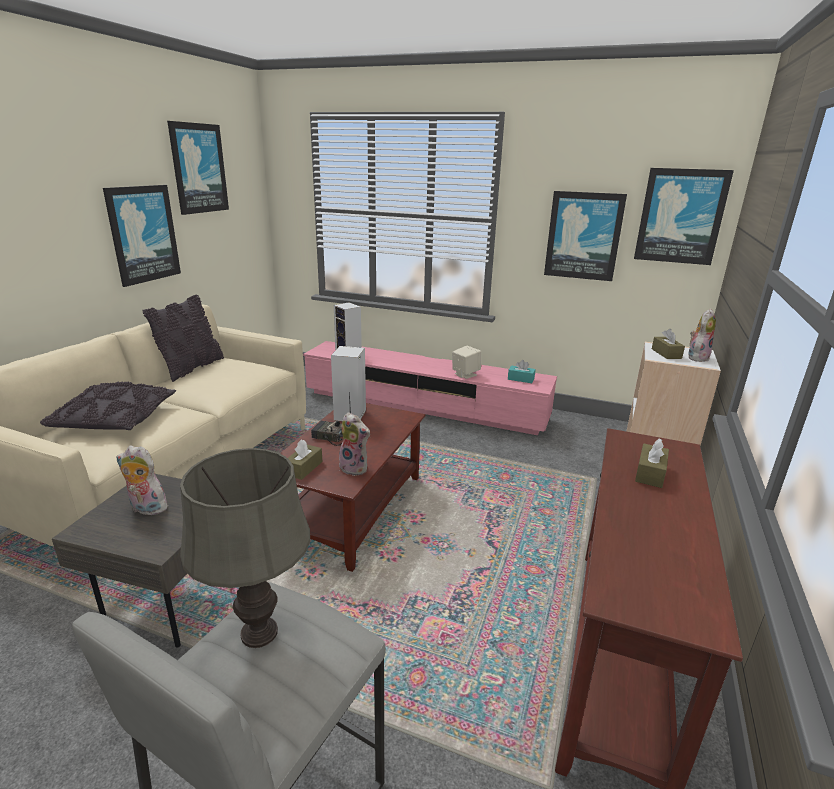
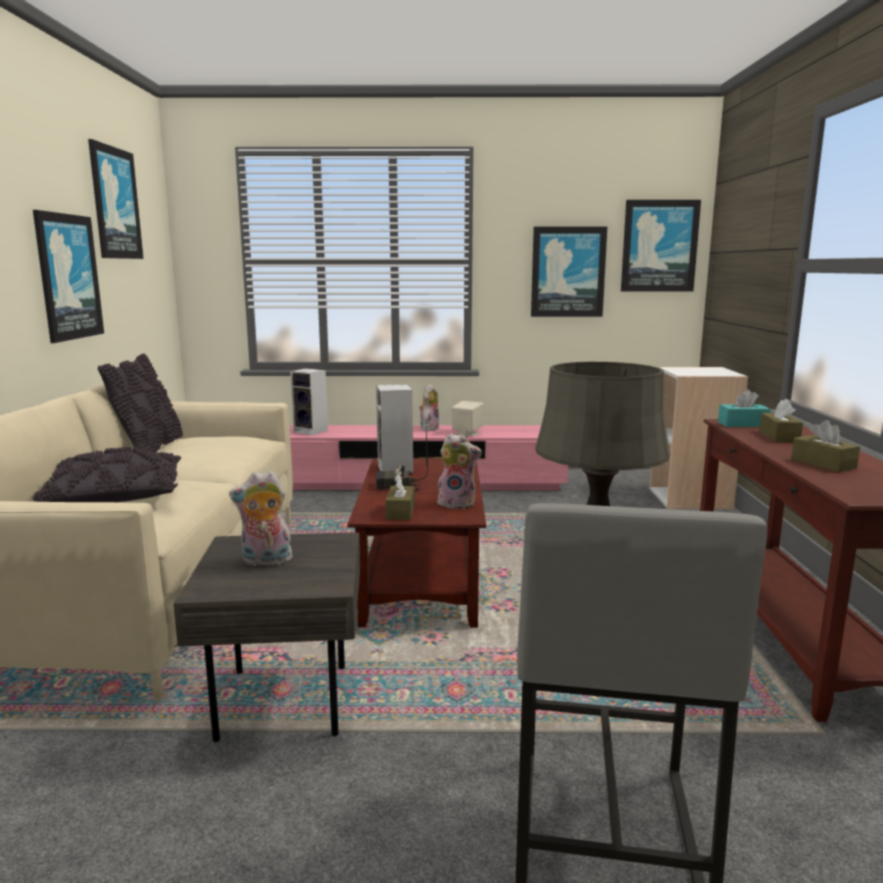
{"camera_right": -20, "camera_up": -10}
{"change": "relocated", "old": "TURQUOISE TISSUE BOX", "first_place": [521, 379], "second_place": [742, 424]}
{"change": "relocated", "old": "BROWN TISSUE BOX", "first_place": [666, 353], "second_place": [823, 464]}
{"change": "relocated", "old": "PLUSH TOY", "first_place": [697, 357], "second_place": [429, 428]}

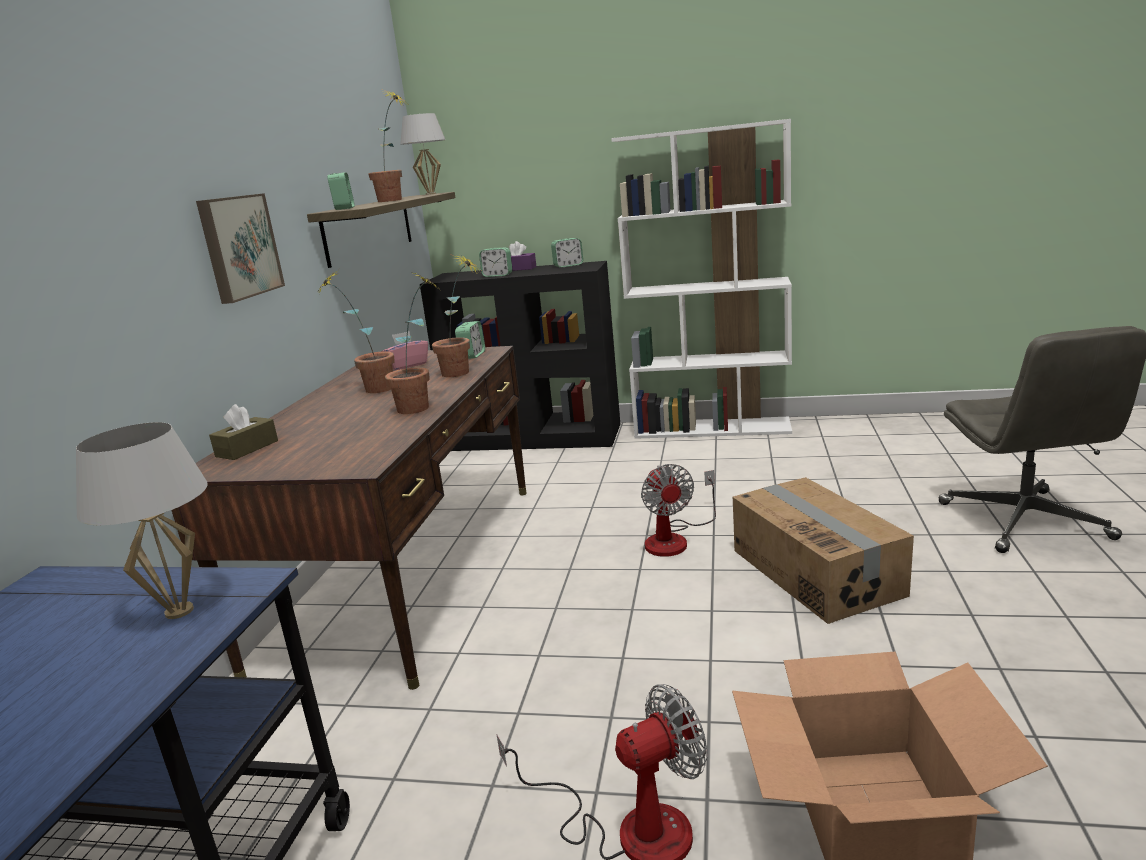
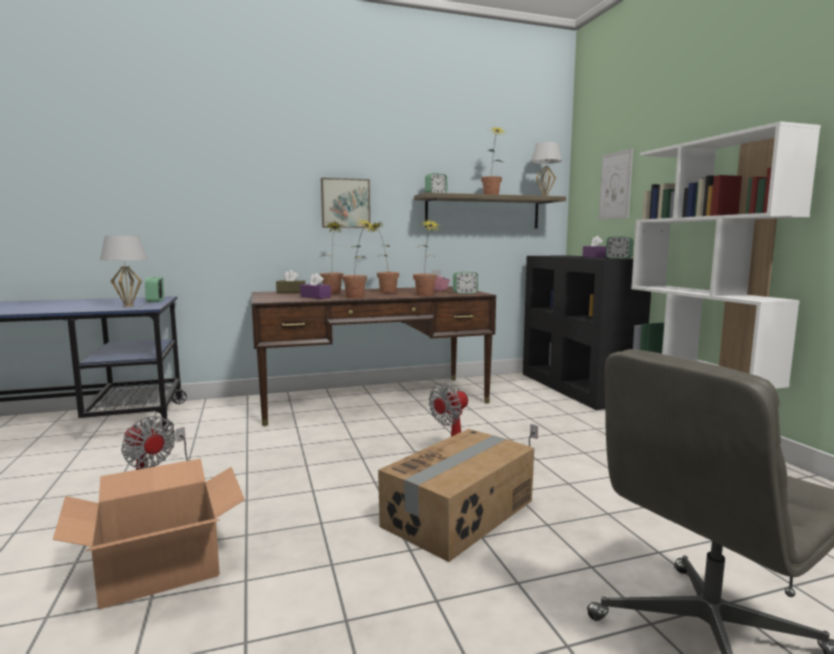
{"camera_right": 60, "camera_up": -10}
{"change": "appeared", "new": "PURPLE TISSUE BOX", "second_place": [315, 297]}
{"change": "appeared", "new": "POTTED PLANT", "second_place": [333, 292]}
{"change": "appeared", "new": "PICTURE", "second_place": [615, 185]}
{"change": "relocated", "old": "ALARM CLOCK", "first_place": [497, 275], "second_place": [155, 301]}

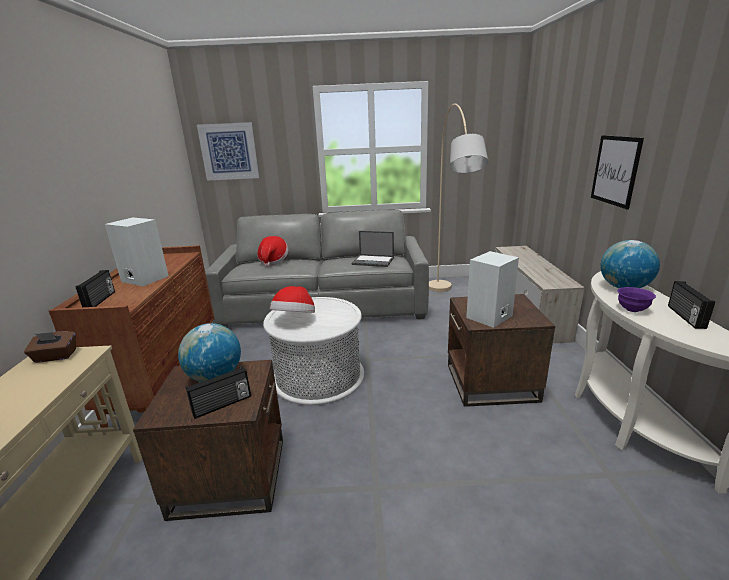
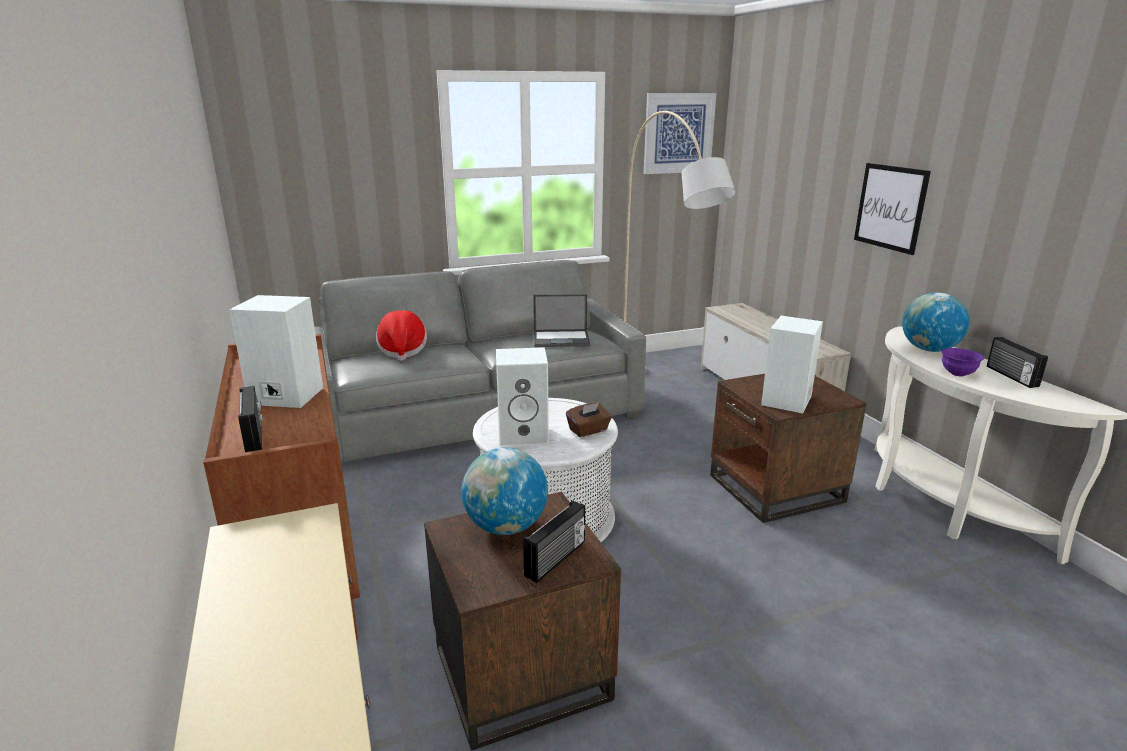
{"camera_right": -20, "camera_up": 0}
{"change": "relocated", "old": "BROWN TISSUE BOX", "first_place": [55, 357], "second_place": [588, 430]}
{"change": "relocated", "old": "PICTURE", "first_place": [229, 151], "second_place": [678, 133]}
{"change": "exchanged", "old": "HAT", "new": "WHITE SPEAKER", "first_place": [295, 319], "second_place": [524, 434]}

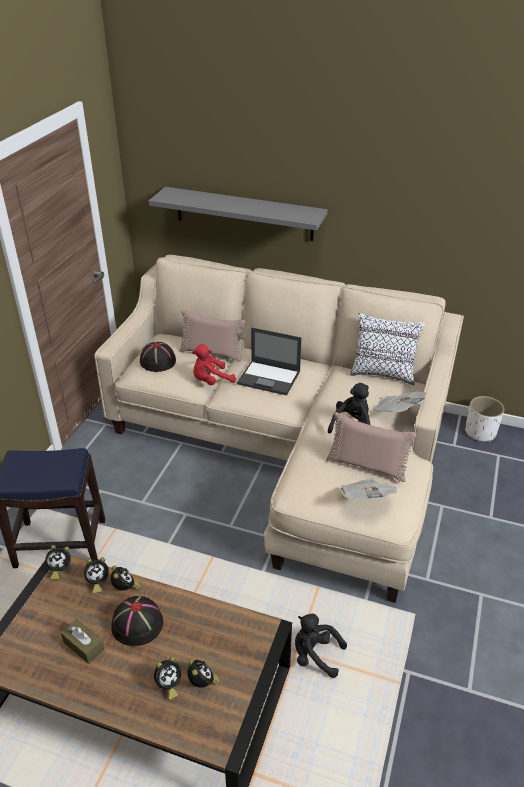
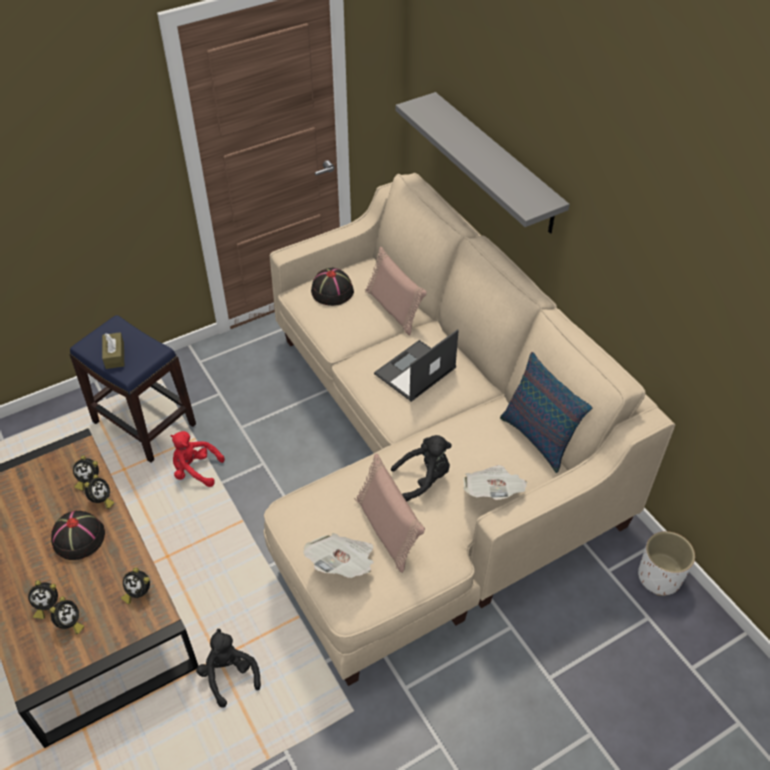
{"camera_right": 40, "camera_up": 10}
{"change": "relocated", "old": "ALARM CLOCK", "first_place": [59, 569], "second_place": [138, 592]}
{"change": "relocated", "old": "BROWN TISSUE BOX", "first_place": [83, 645], "second_place": [115, 355]}
{"change": "relocated", "old": "RED PLUSH TOY", "first_place": [211, 381], "second_place": [195, 470]}
{"change": "colour", "old": "WHITE PILLOW", "new": "BLUE PILLOW", "first_place": [383, 375], "second_place": [537, 439]}
{"change": "spun", "old": "LAPTOP", "first_place": [270, 378], "second_place": [414, 371], "degrees": 75}

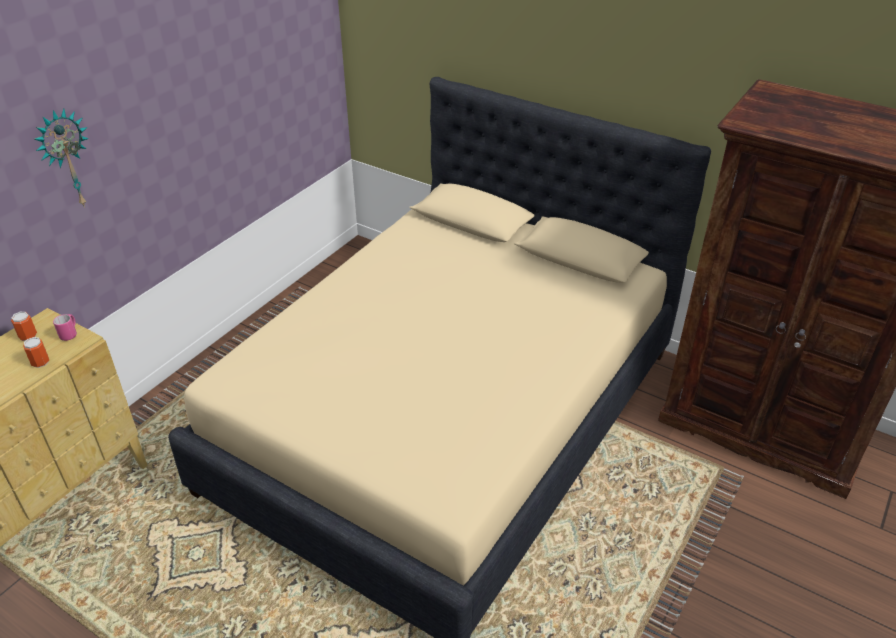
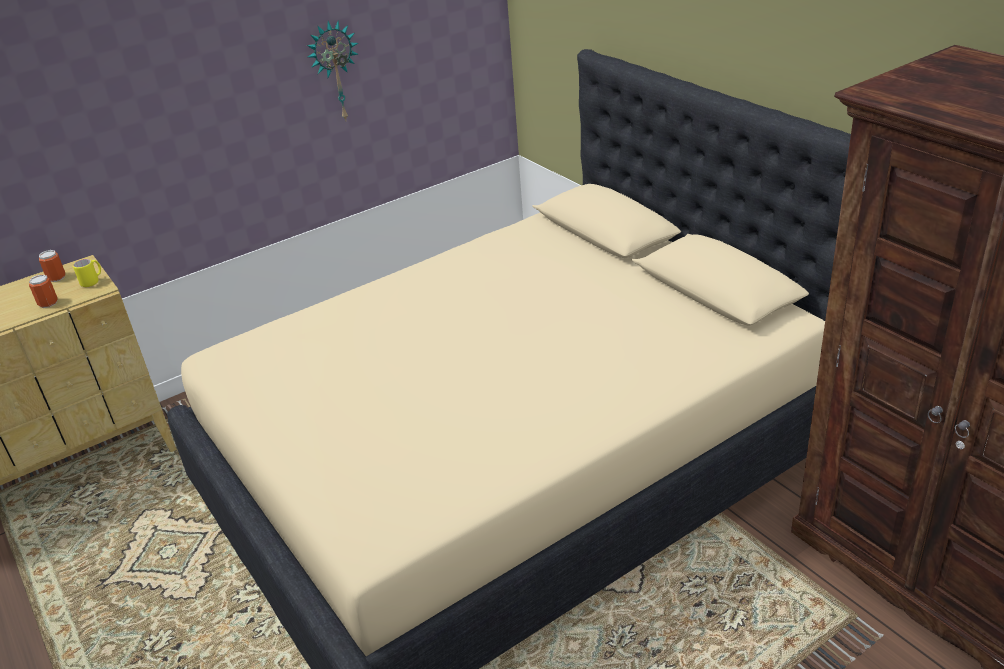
{"camera_right": 25, "camera_up": -5}
{"change": "relocated", "old": "WALL CLOCK", "first_place": [66, 159], "second_place": [335, 71]}
{"change": "colour", "old": "PINK MUG", "new": "YELLOW MUG", "first_place": [70, 334], "second_place": [92, 281]}

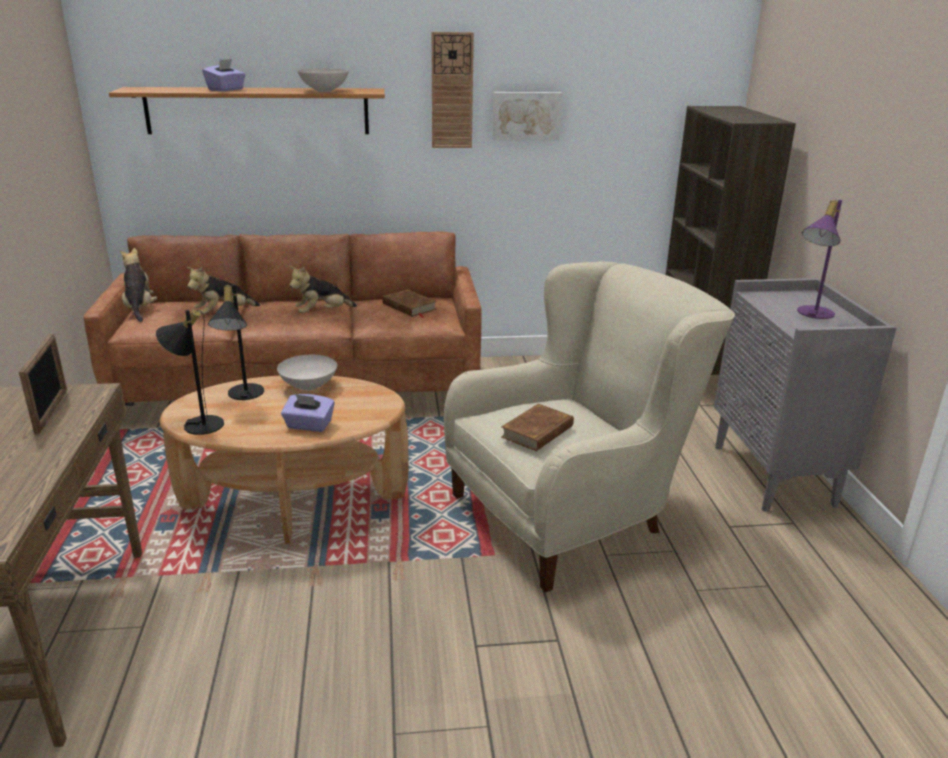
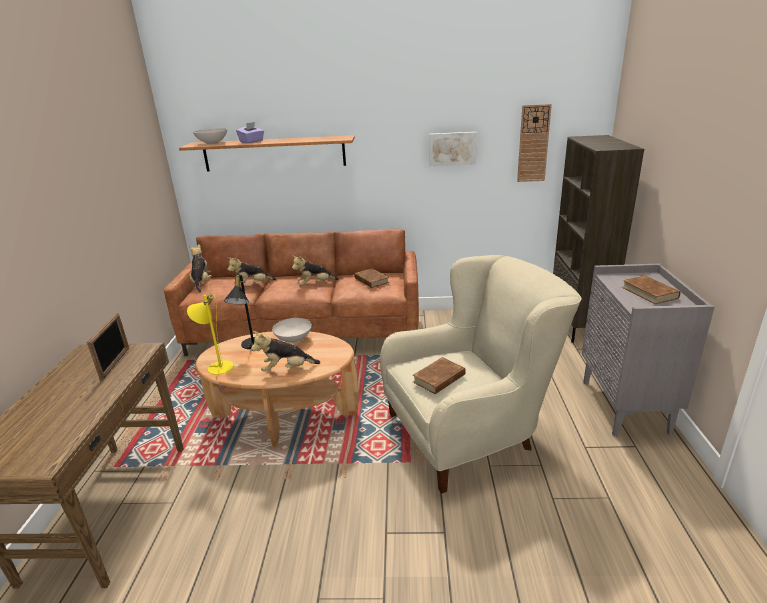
{"camera_right": 10, "camera_up": 0}
{"change": "relocated", "old": "WHITE BOWL", "first_place": [323, 91], "second_place": [212, 143]}
{"change": "relocated", "old": "WALL CLOCK", "first_place": [452, 91], "second_place": [533, 143]}
{"change": "exchanged", "old": "PURPLE TISSUE BOX", "new": "PLUSH TOY", "first_place": [309, 425], "second_place": [286, 369]}
{"change": "exchanged", "old": "PURPLE TABLE LAMP", "new": "BROWN BOOK", "first_place": [811, 314], "second_place": [649, 292]}
{"change": "colour", "old": "BLACK TABLE LAMP", "new": "YELLOW TABLE LAMP", "first_place": [198, 423], "second_place": [217, 366]}

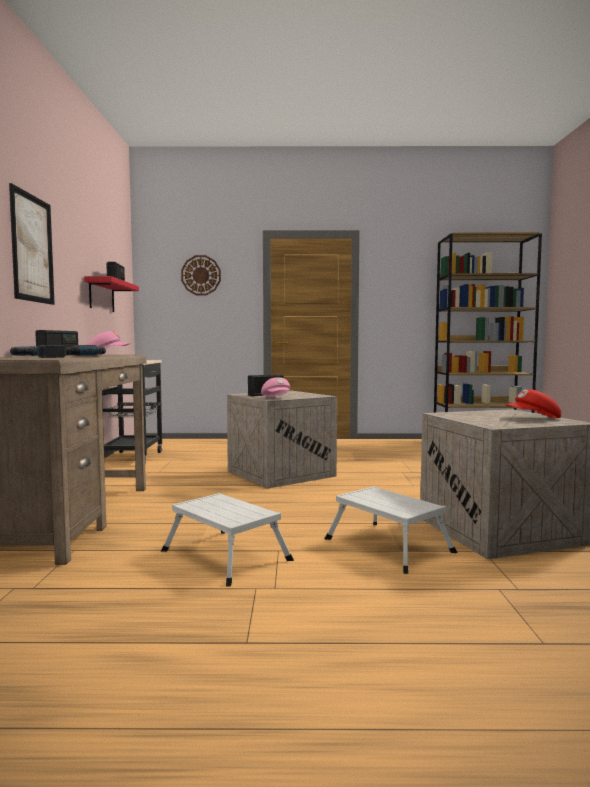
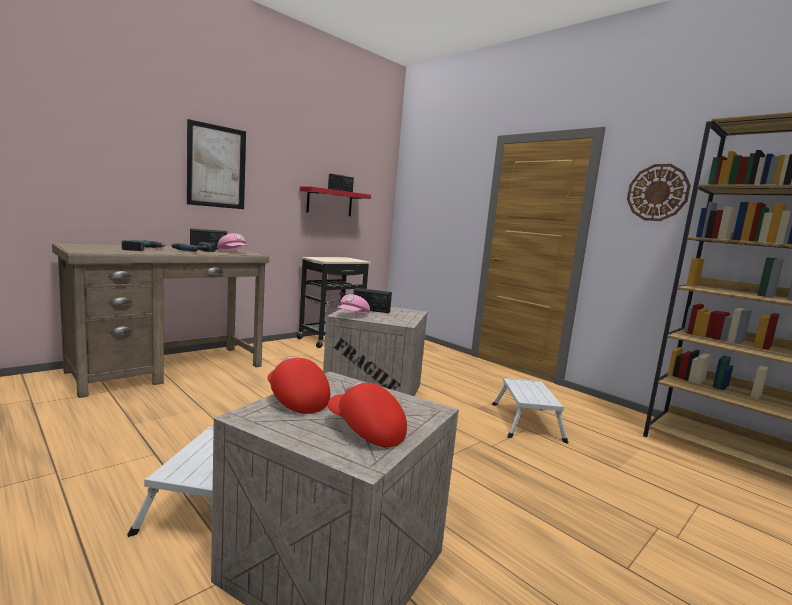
{"camera_right": 45, "camera_up": 5}
{"change": "appeared", "new": "RED CAP", "second_place": [295, 400]}
{"change": "relocated", "old": "WHITE STEP LADDER", "first_place": [225, 555], "second_place": [526, 421]}
{"change": "relocated", "old": "WALL CLOCK", "first_place": [201, 275], "second_place": [657, 192]}

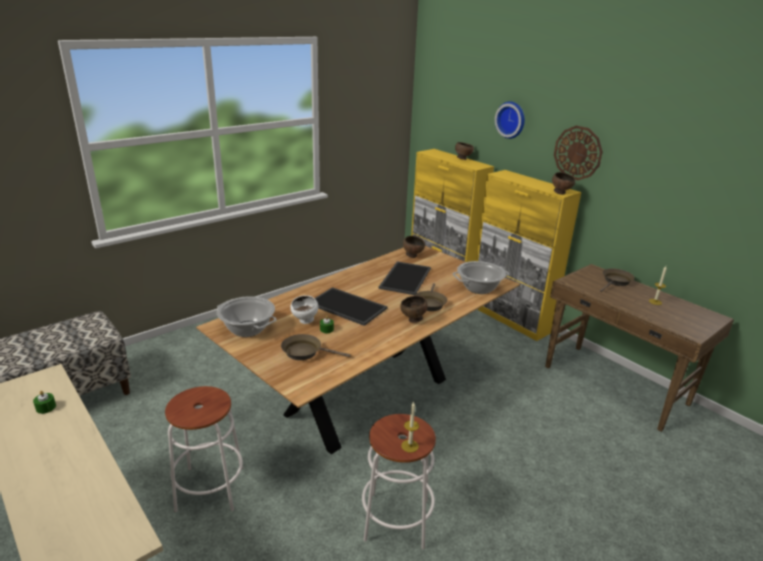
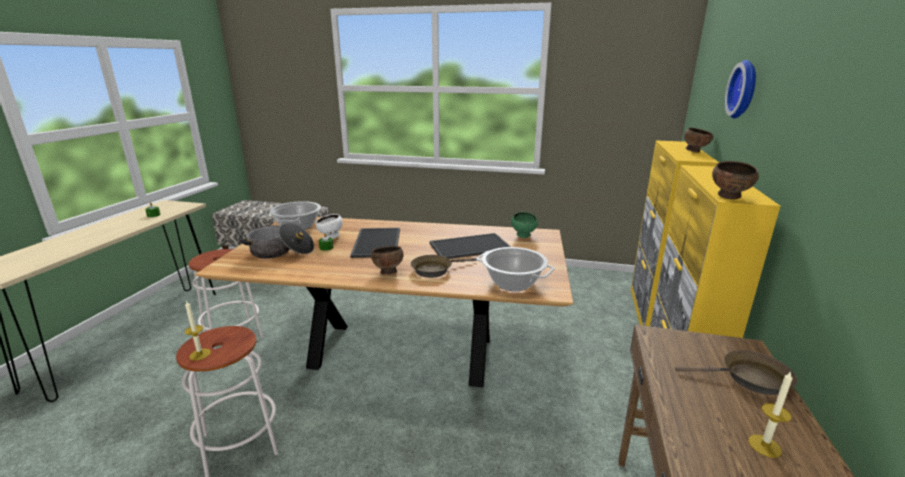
{"camera_right": 55, "camera_up": -5}
{"change": "missing", "old": "WALL CLOCK", "first_place": [577, 153]}
{"change": "exchanged", "old": "BROWN FRYING PAN", "new": "COOKING POT", "first_place": [305, 352], "second_place": [281, 252]}
{"change": "colour", "old": "BROWN BOWL", "new": "GREEN BOWL", "first_place": [413, 256], "second_place": [524, 236]}

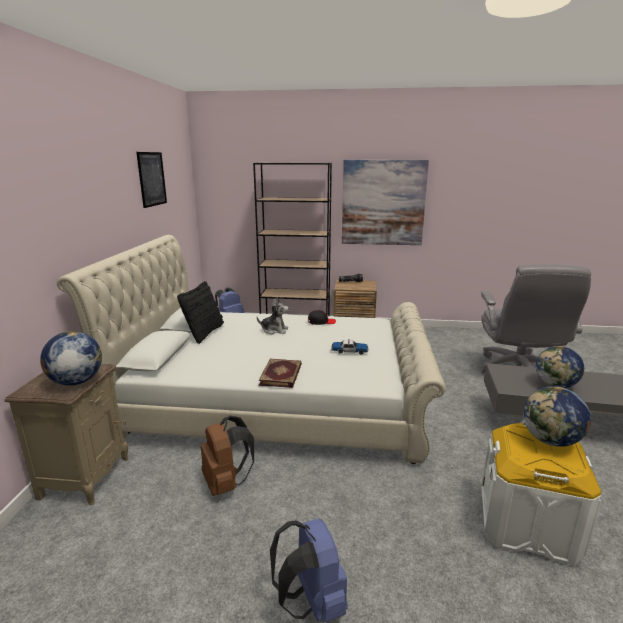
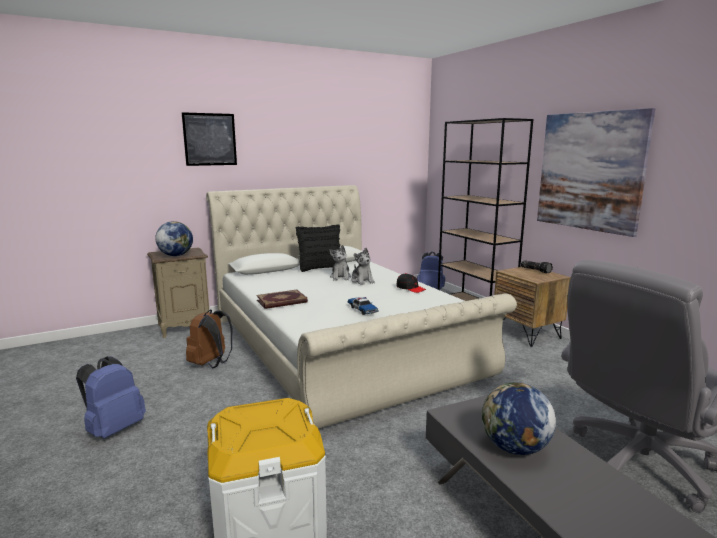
{"camera_right": 55, "camera_up": -5}
{"change": "missing", "old": "GLOBE", "first_place": [550, 440]}
{"change": "appeared", "new": "PLUSH TOY", "second_place": [340, 277]}
{"change": "relocated", "old": "PICTURE", "first_place": [152, 179], "second_place": [210, 139]}

